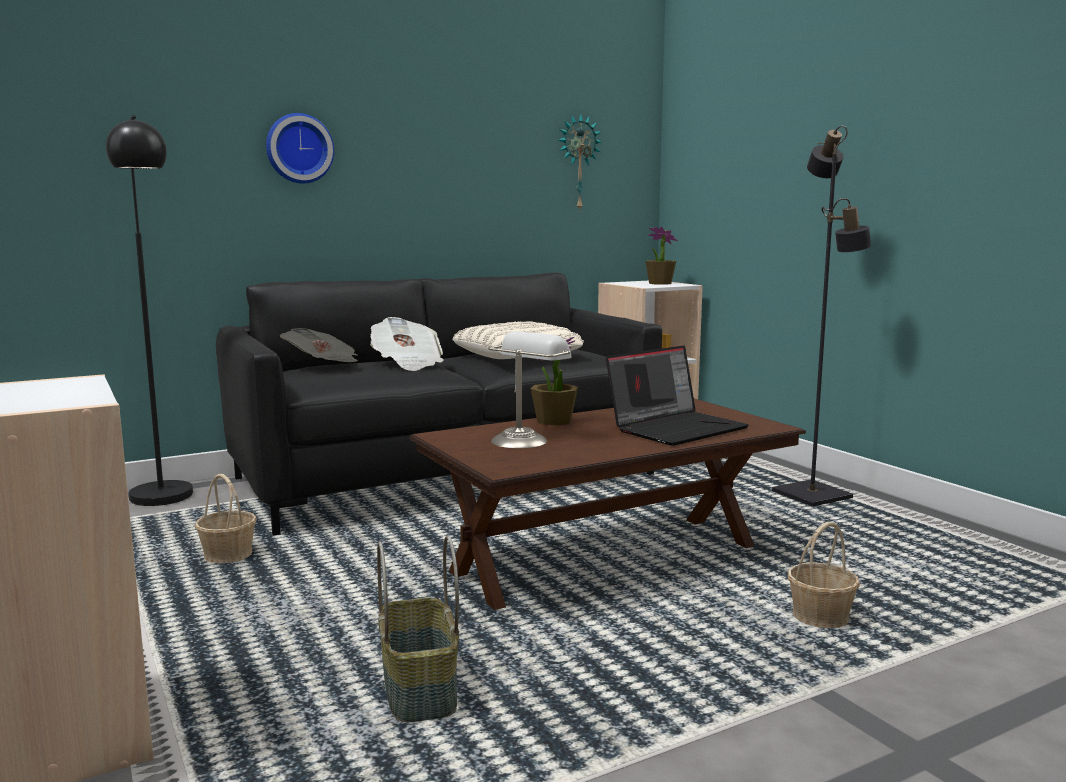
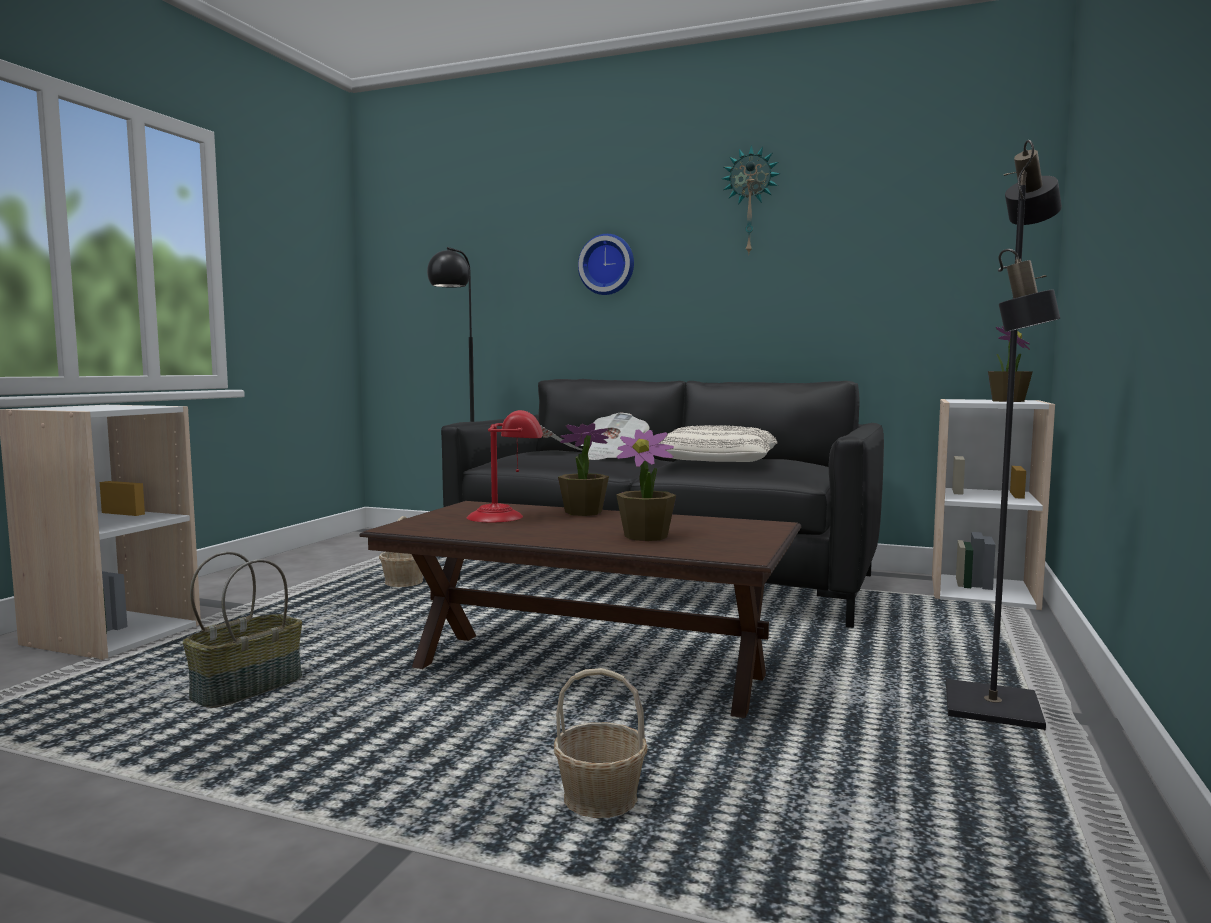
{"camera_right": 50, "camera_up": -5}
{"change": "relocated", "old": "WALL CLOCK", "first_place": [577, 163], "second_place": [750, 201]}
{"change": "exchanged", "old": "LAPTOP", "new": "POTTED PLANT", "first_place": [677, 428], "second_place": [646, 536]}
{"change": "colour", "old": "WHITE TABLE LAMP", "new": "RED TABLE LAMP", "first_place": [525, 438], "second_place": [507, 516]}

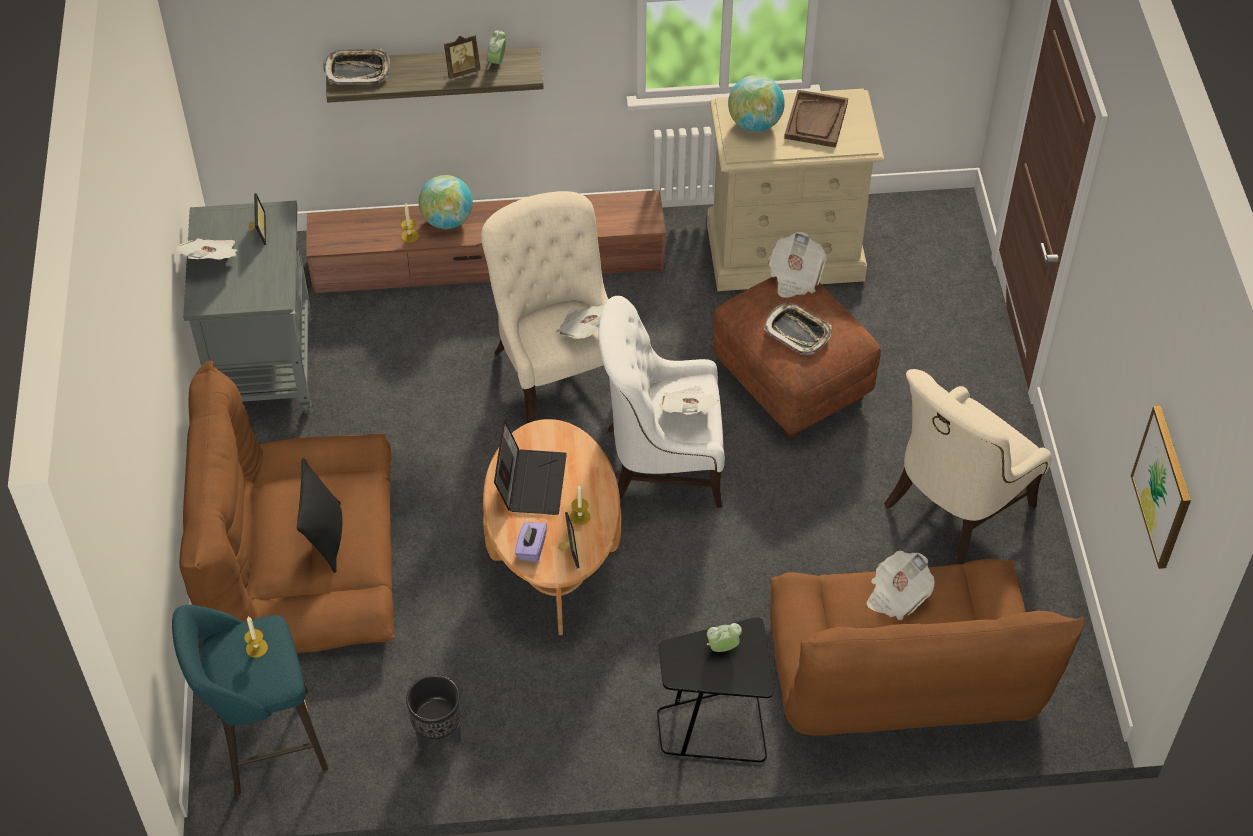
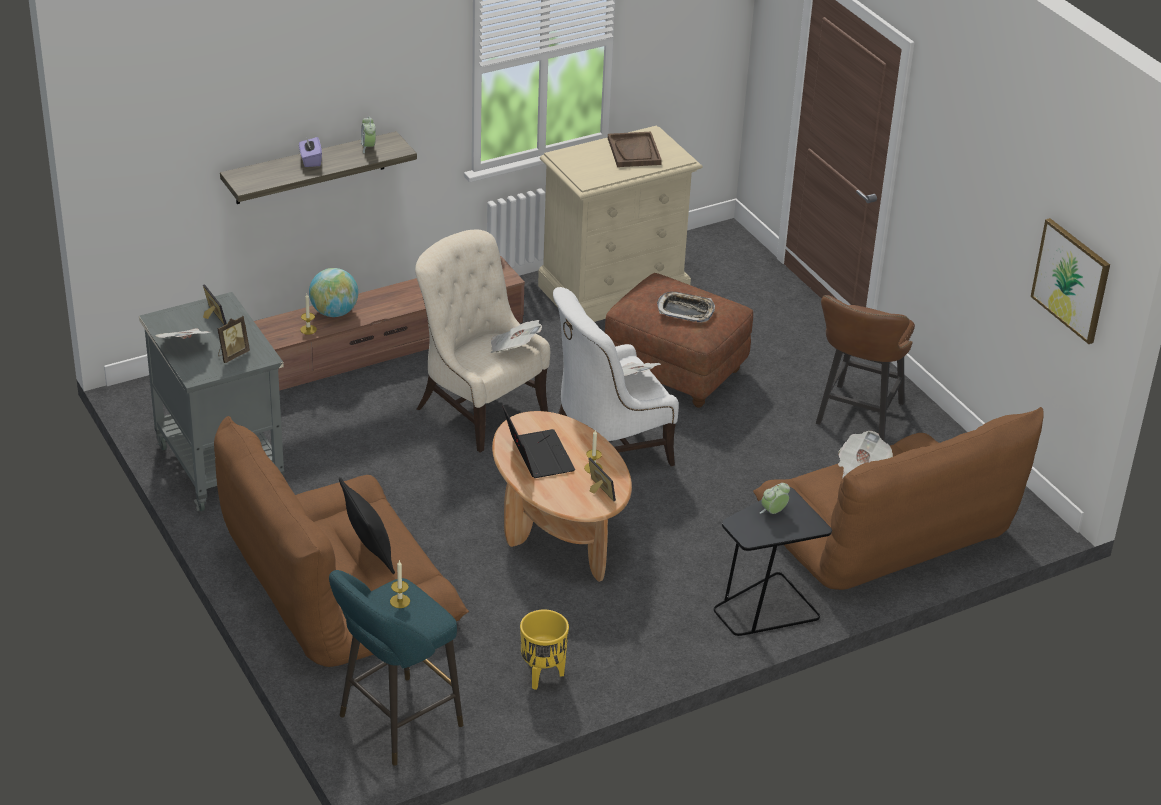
{"camera_right": -25, "camera_up": -15}
{"change": "missing", "old": "TRAY", "first_place": [357, 70]}
{"change": "missing", "old": "GLOBE", "first_place": [754, 123]}
{"change": "missing", "old": "NEWSPAPER", "first_place": [794, 277]}
{"change": "relocated", "old": "PICTURE FRAME", "first_place": [462, 71], "second_place": [232, 355]}
{"change": "relocated", "old": "PURPLE TISSUE BOX", "first_place": [531, 548], "second_place": [310, 160]}
{"change": "exchanged", "old": "BEIGE ARMCHAIR", "new": "BROWN STOOL", "first_place": [956, 506], "second_place": [856, 419]}
{"change": "colour", "old": "BLACK PLANTER", "new": "YELLOW PLANTER", "first_place": [437, 735], "second_place": [542, 676]}

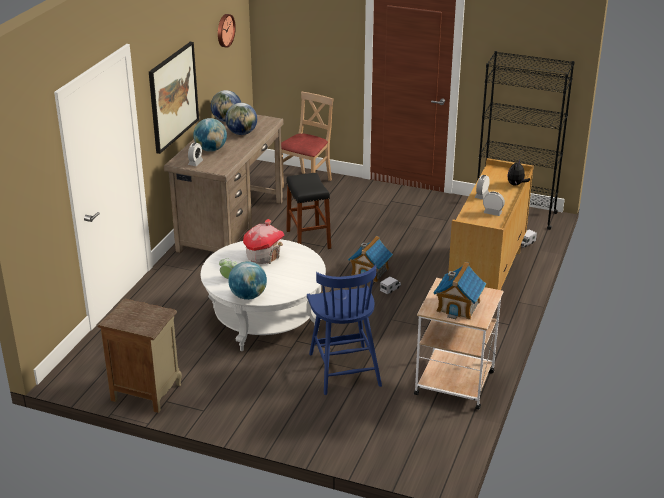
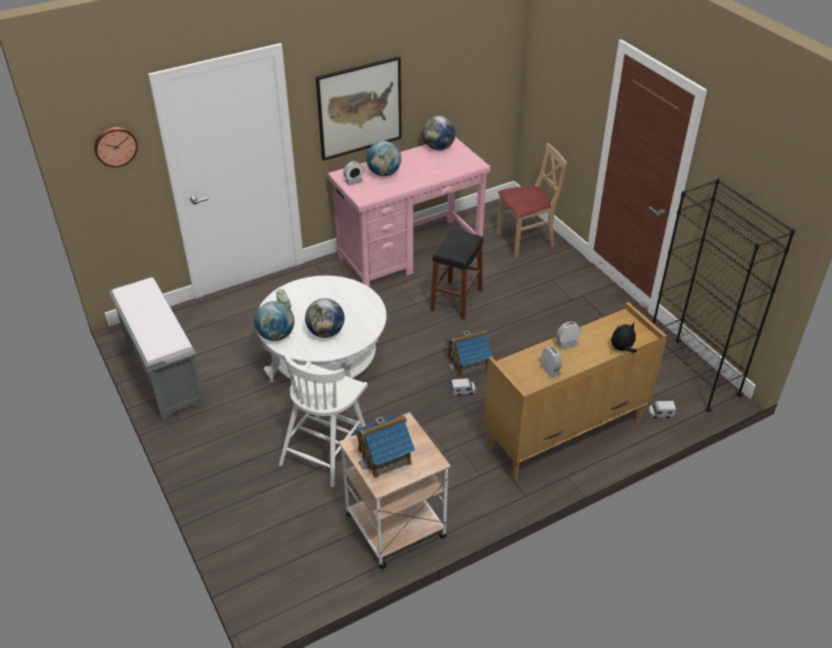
{"camera_right": 40, "camera_up": 10}
{"change": "missing", "old": "TOY HOUSE", "first_place": [263, 256]}
{"change": "relocated", "old": "WALL CLOCK", "first_place": [224, 30], "second_place": [115, 146]}
{"change": "relocated", "old": "GLOBE", "first_place": [242, 133], "second_place": [326, 333]}
{"change": "exchanged", "old": "BEIGE NIGHTSTAND", "new": "GREY BENCH", "first_place": [146, 391], "second_place": [164, 377]}
{"change": "colour", "old": "BROWN DESK", "new": "PINK DESK", "first_place": [230, 225], "second_place": [410, 252]}
{"change": "colour", "old": "BLUE CHAIR", "new": "WHITE CHAIR", "first_place": [344, 368], "second_place": [325, 448]}

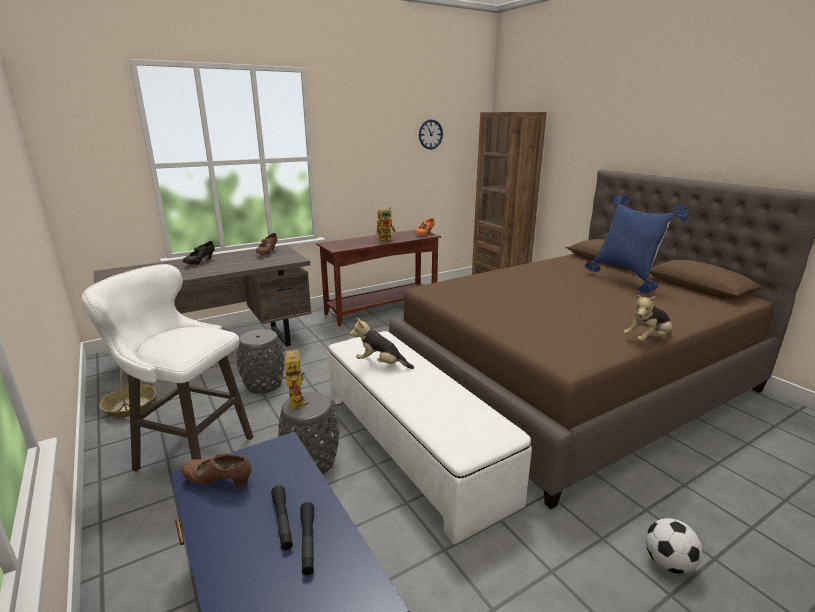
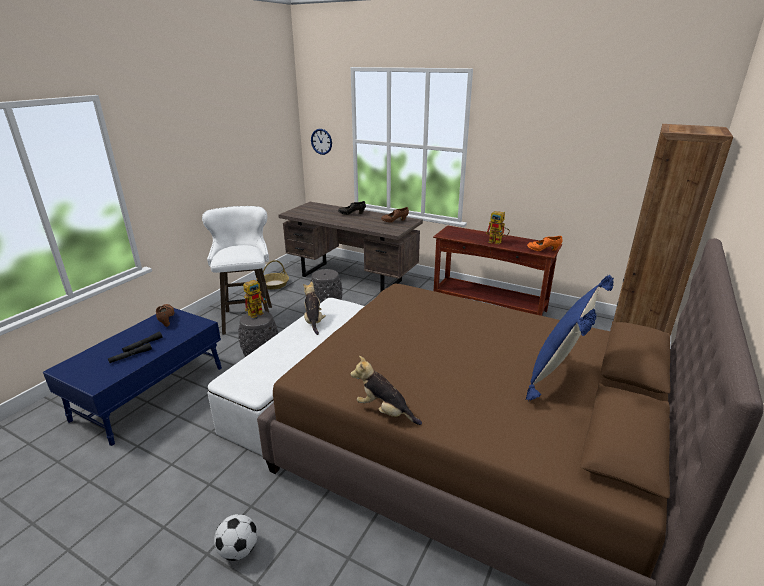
{"camera_right": 60, "camera_up": 5}
{"change": "relocated", "old": "WALL CLOCK", "first_place": [430, 134], "second_place": [321, 141]}

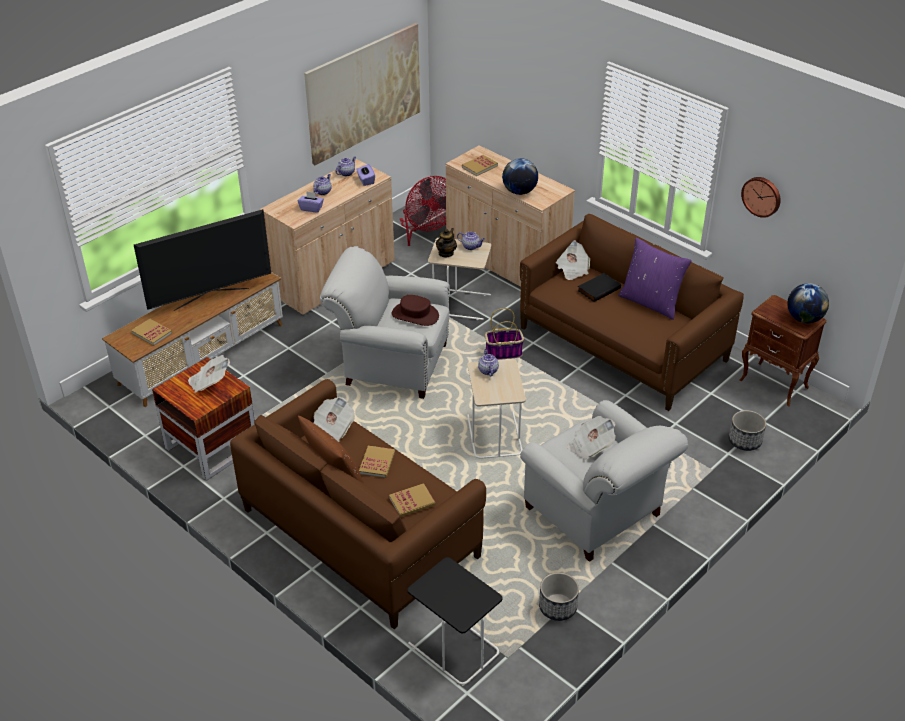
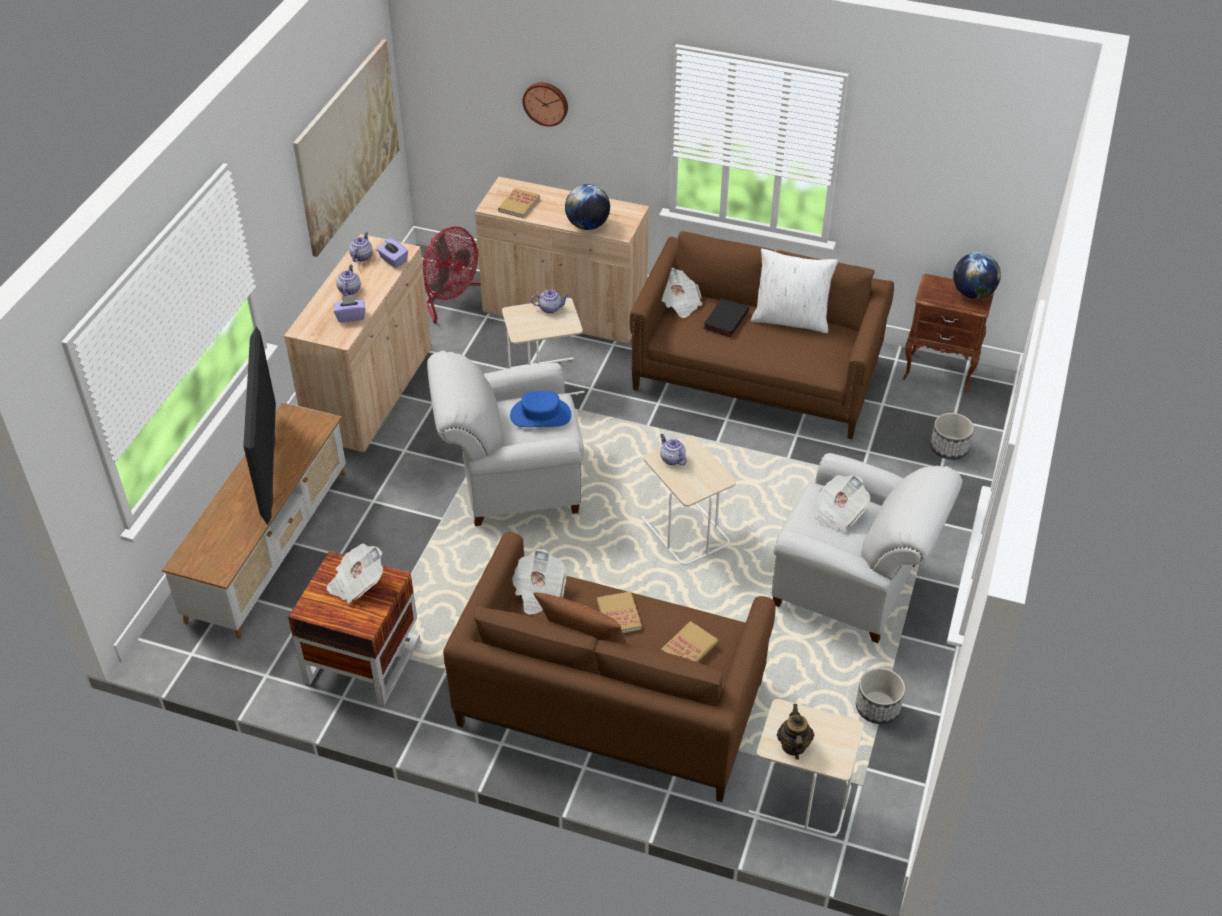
{"camera_right": -25, "camera_up": 5}
{"change": "missing", "old": "BOOK", "first_place": [152, 333]}
{"change": "missing", "old": "BASKET", "first_place": [504, 352]}
{"change": "relocated", "old": "TEAPOT", "first_place": [446, 253], "second_place": [793, 745]}
{"change": "relocated", "old": "WALL CLOCK", "first_place": [762, 196], "second_place": [546, 103]}
{"change": "colour", "old": "BROWN HAT", "new": "BLUE HAT", "first_place": [415, 315], "second_place": [540, 415]}
{"change": "colour", "old": "BLACK SIDE TABLE", "new": "BEIGE SIDE TABLE", "first_place": [453, 648], "second_place": [799, 798]}
{"change": "colour", "old": "PURPLE PILLOW", "new": "WHITE PILLOW", "first_place": [651, 302], "second_place": [791, 319]}
{"change": "spun", "old": "TELEVISION", "first_place": [211, 298], "second_place": [271, 471], "degrees": -45}

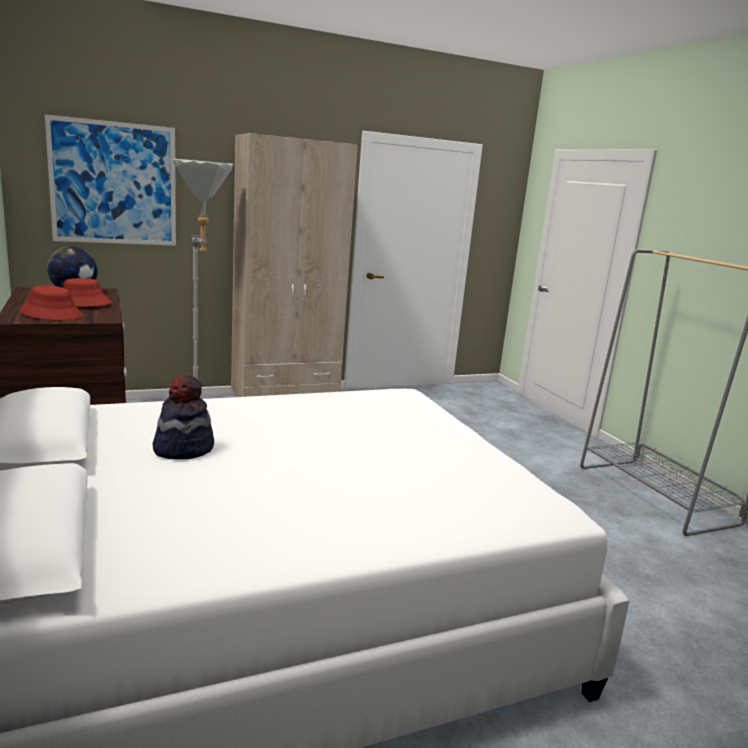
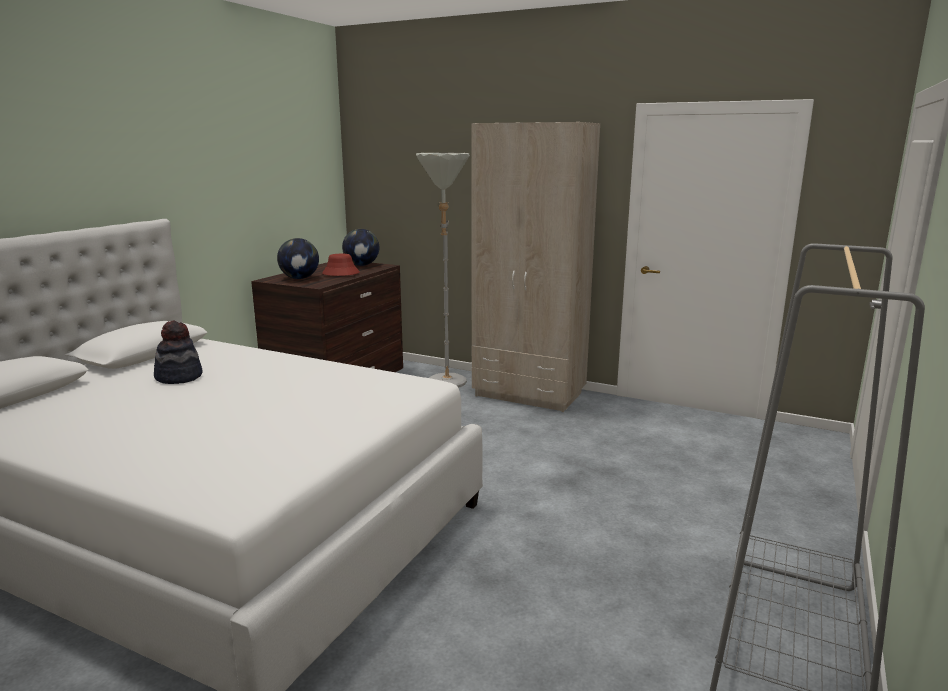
{"camera_right": 50, "camera_up": 0}
{"change": "missing", "old": "PICTURE", "first_place": [114, 183]}
{"change": "exchanged", "old": "RED HAT", "new": "GLOBE", "first_place": [52, 314], "second_place": [299, 278]}

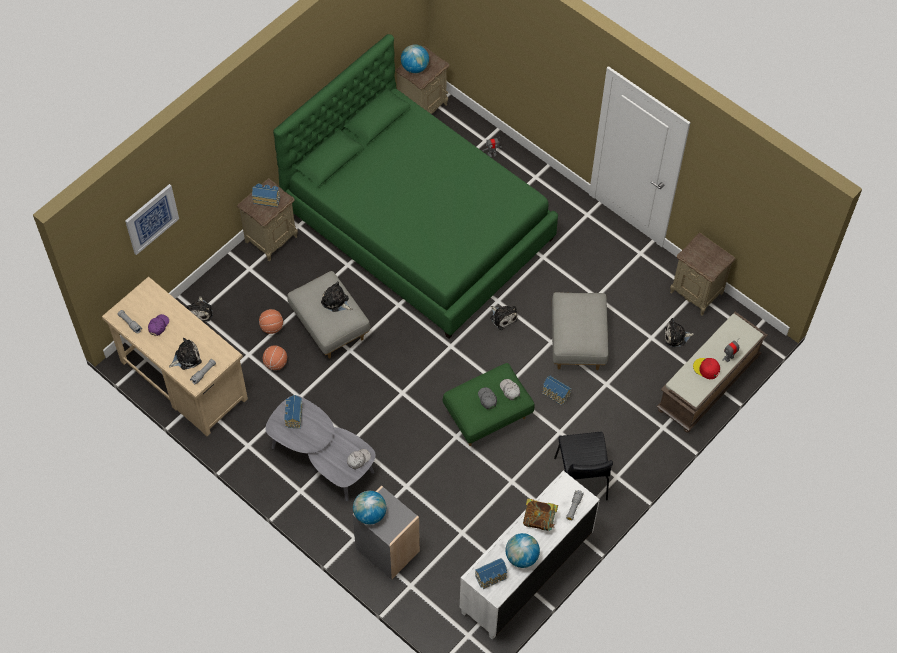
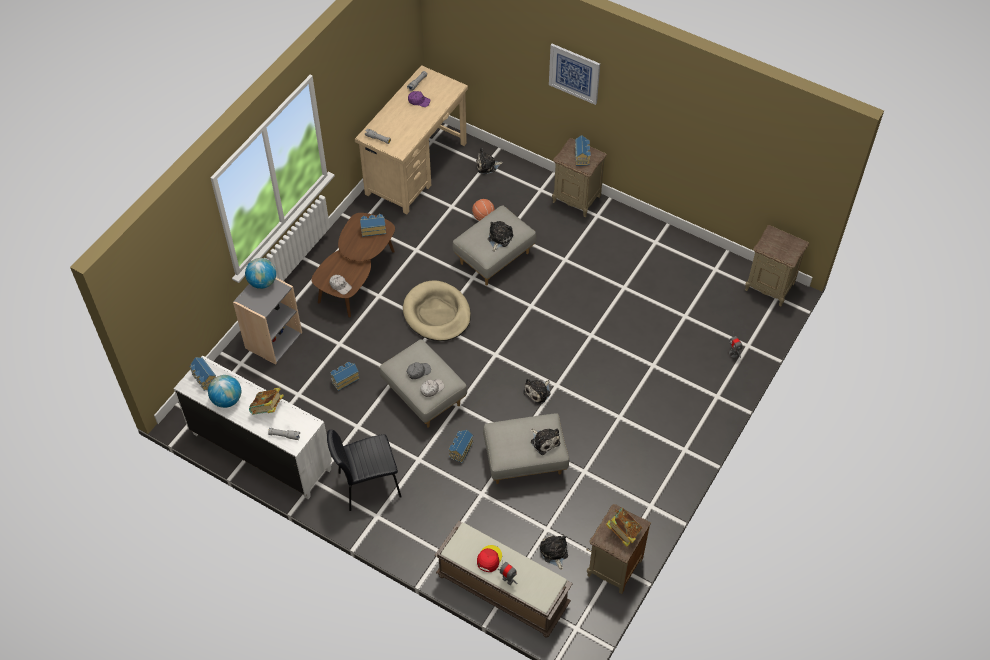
{"camera_right": 80, "camera_up": -5}
{"change": "missing", "old": "BASKETBALL", "first_place": [275, 363]}
{"change": "missing", "old": "GREEN BED", "first_place": [418, 224]}
{"change": "missing", "old": "GLOBE", "first_place": [415, 67]}
{"change": "appeared", "new": "TOY HOUSE", "second_place": [344, 379]}
{"change": "appeared", "new": "BEIGE DOG BED", "second_place": [437, 313]}
{"change": "appeared", "new": "BOOK", "second_place": [623, 532]}
{"change": "relocated", "old": "PICTURE", "first_place": [151, 219], "second_place": [574, 73]}
{"change": "relocated", "old": "PLUSH TOY", "first_place": [186, 358], "second_place": [544, 441]}
{"change": "colour", "old": "GREY COFFEE TABLE", "new": "BROWN COFFEE TABLE", "first_place": [322, 458], "second_place": [357, 277]}
{"change": "colour", "old": "GREEN OTTOMAN", "new": "GREY OTTOMAN", "first_place": [487, 417], "second_place": [423, 396]}

